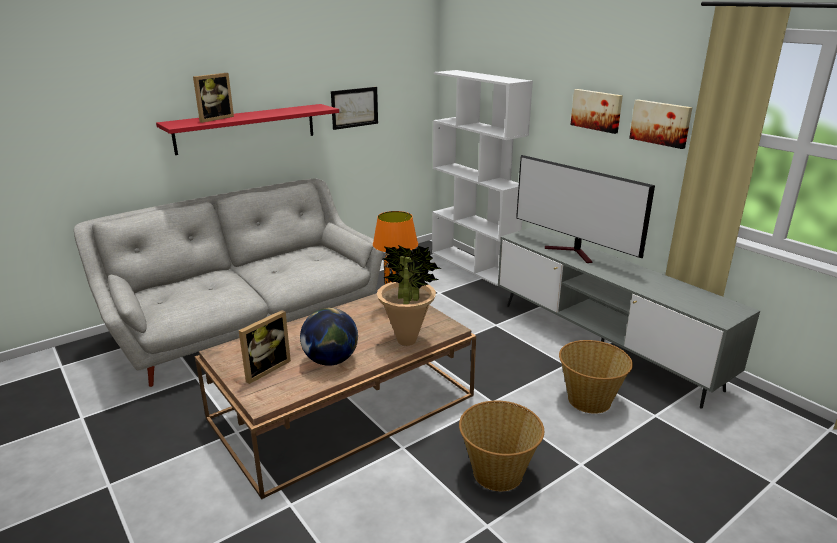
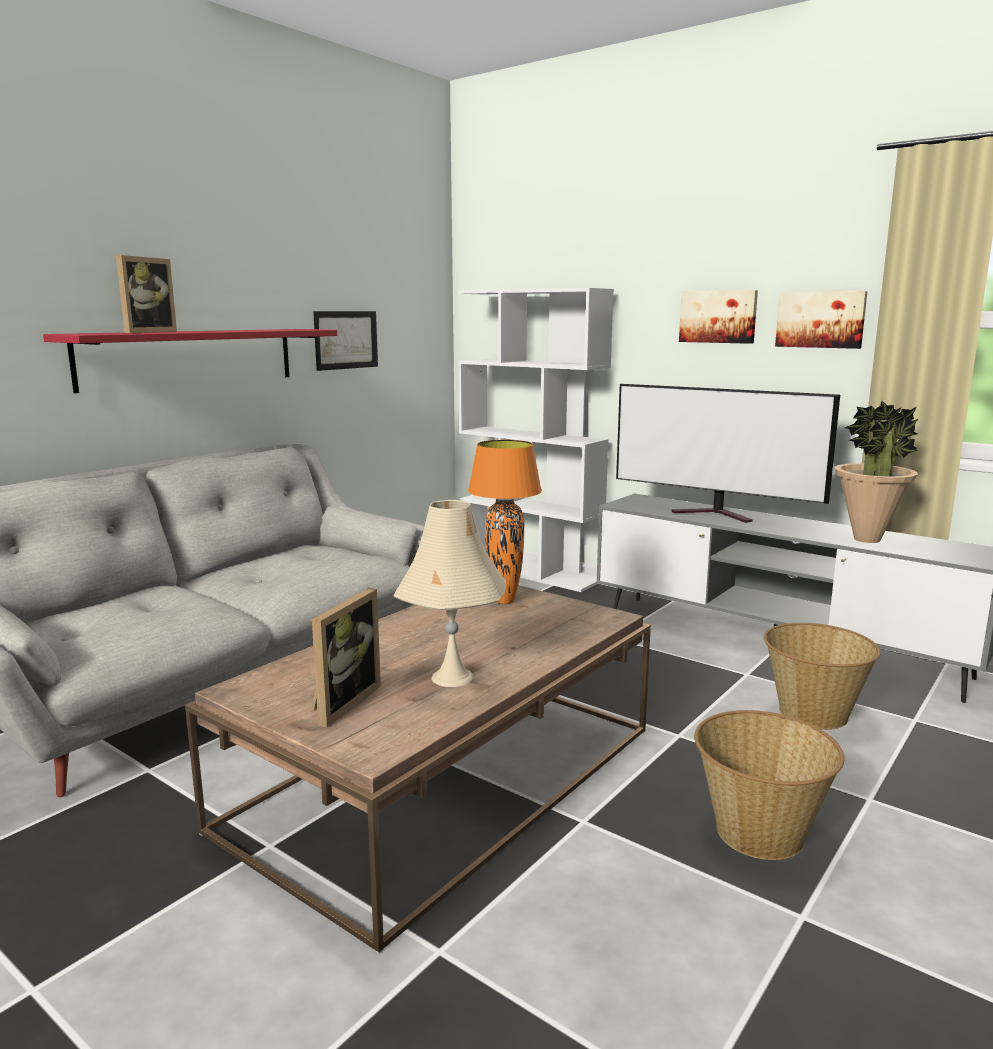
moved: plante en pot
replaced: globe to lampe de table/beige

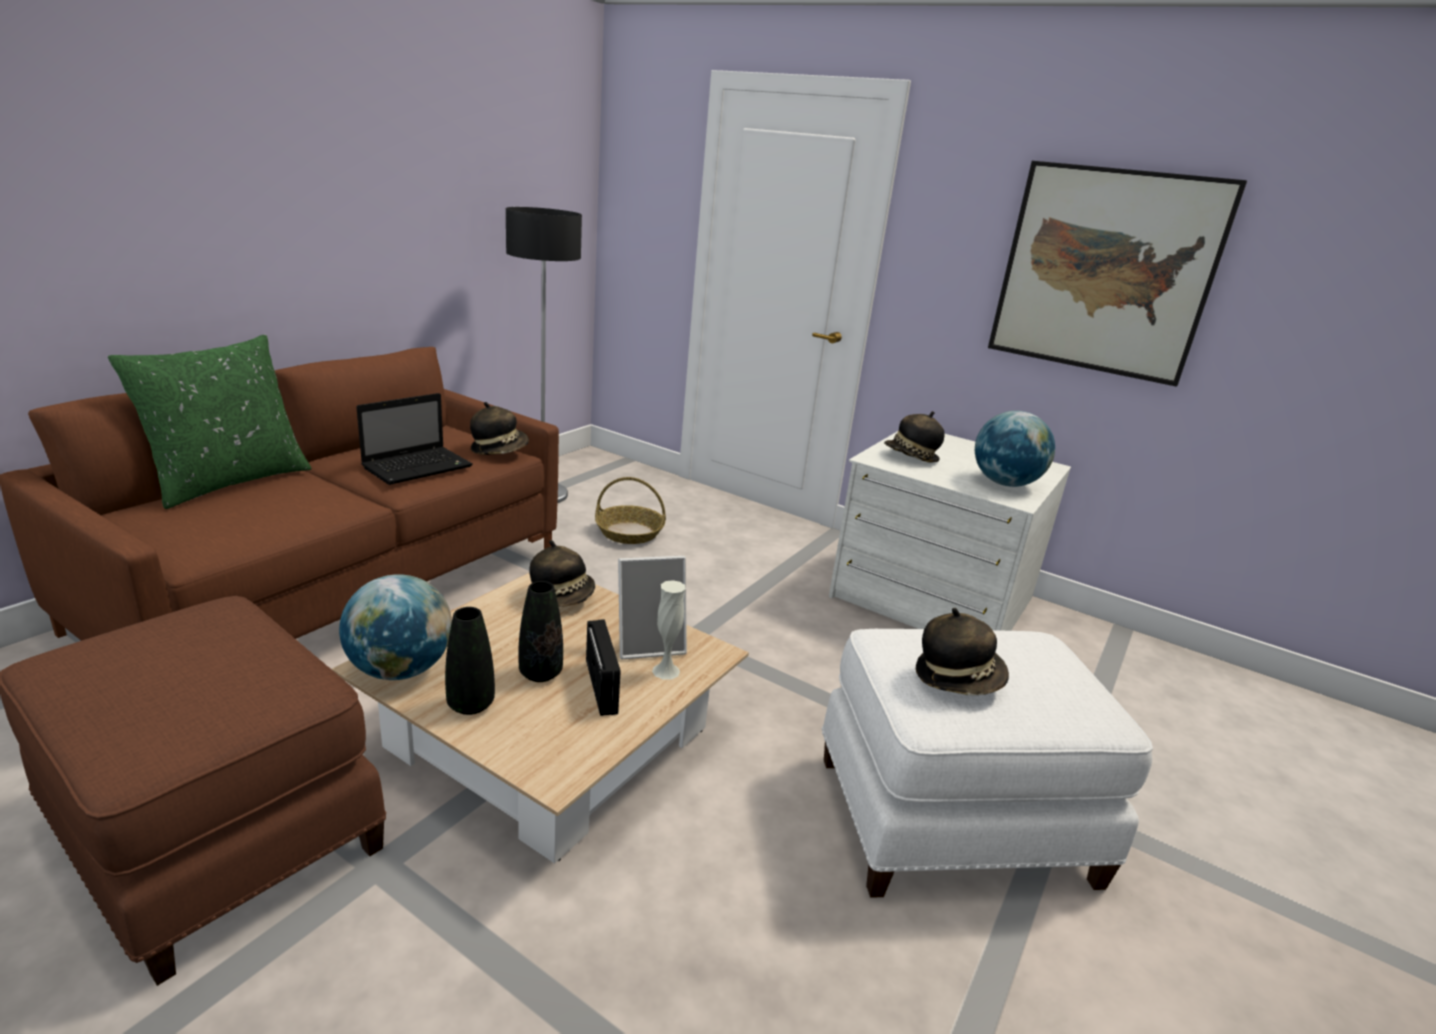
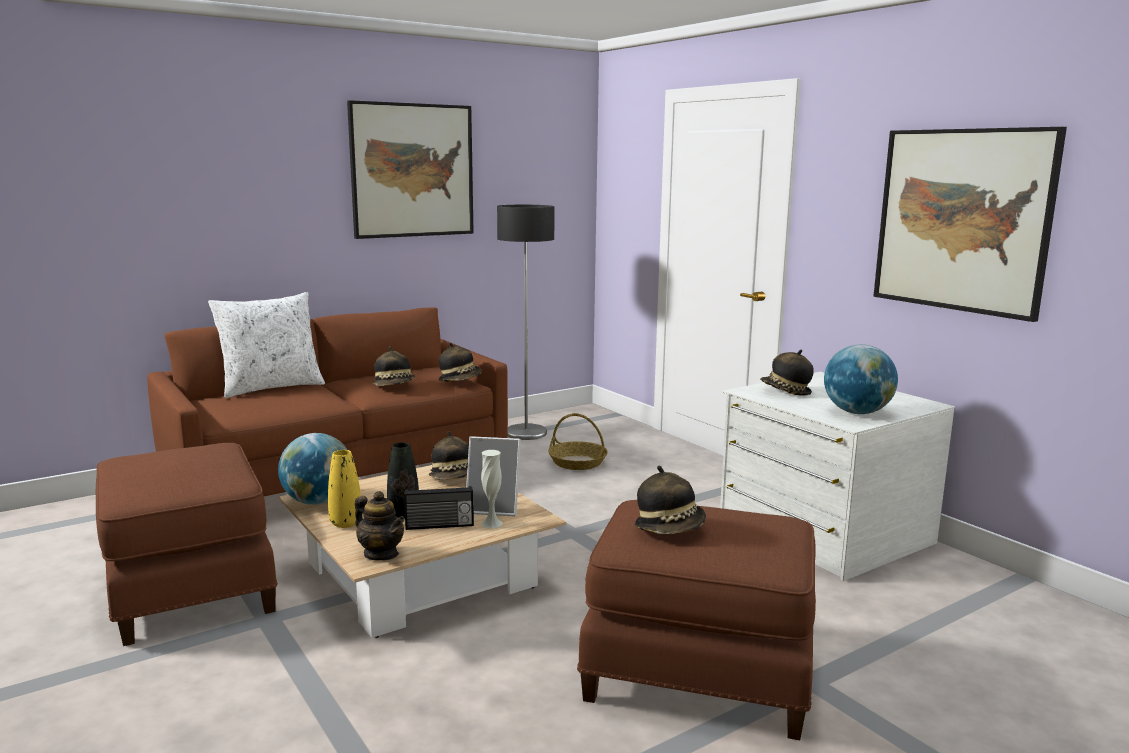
added: tableau (1st from left); théière
replaced: ordinateur portable to chapeau (1st from left)
recoloured: coussin/vert to coussin/blanc; vase/noir (1st from left) to vase/jaune; pouf/blanc to pouf/marron (2nd from left)
turned: radio 75 degrees clockwise

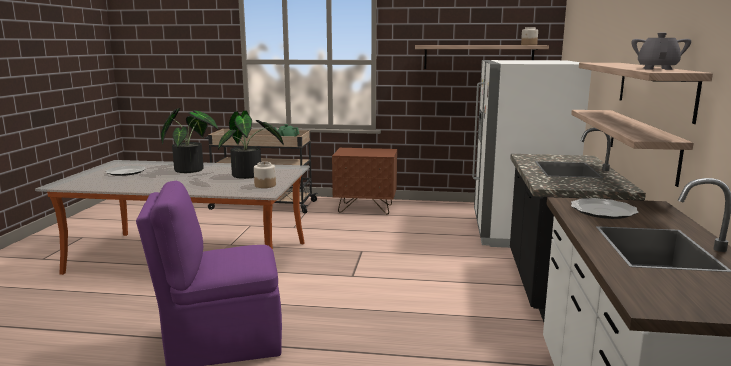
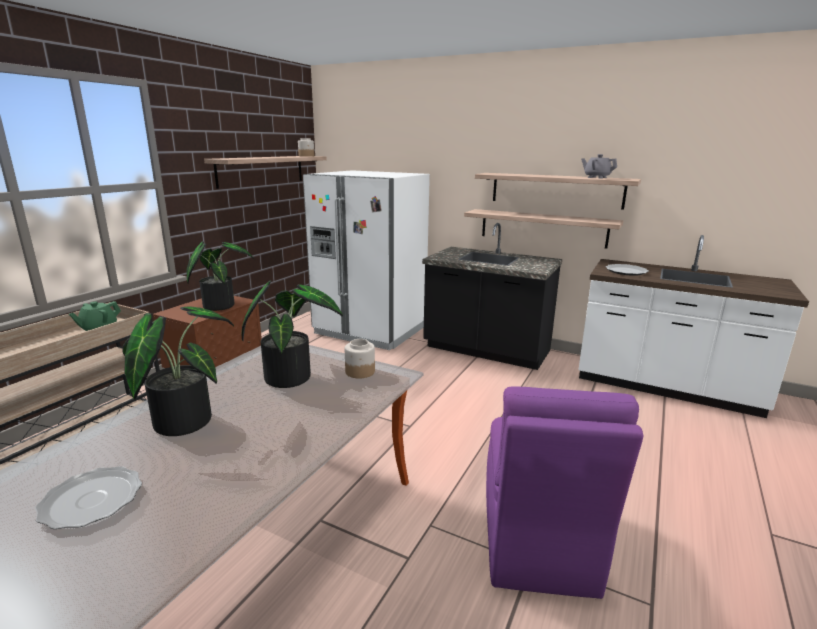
added: plante en pot (2nd from left)

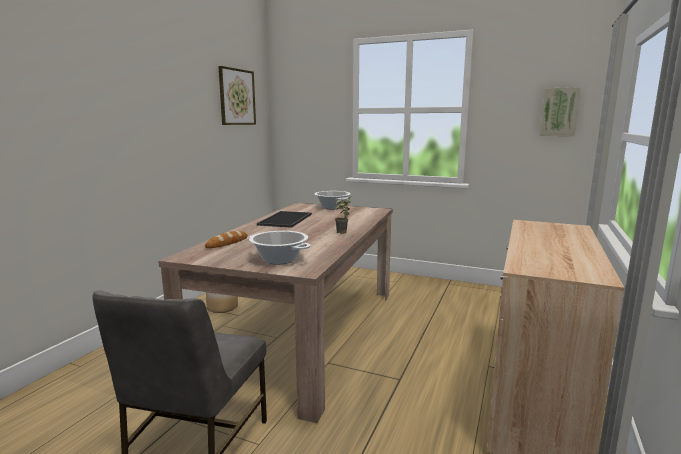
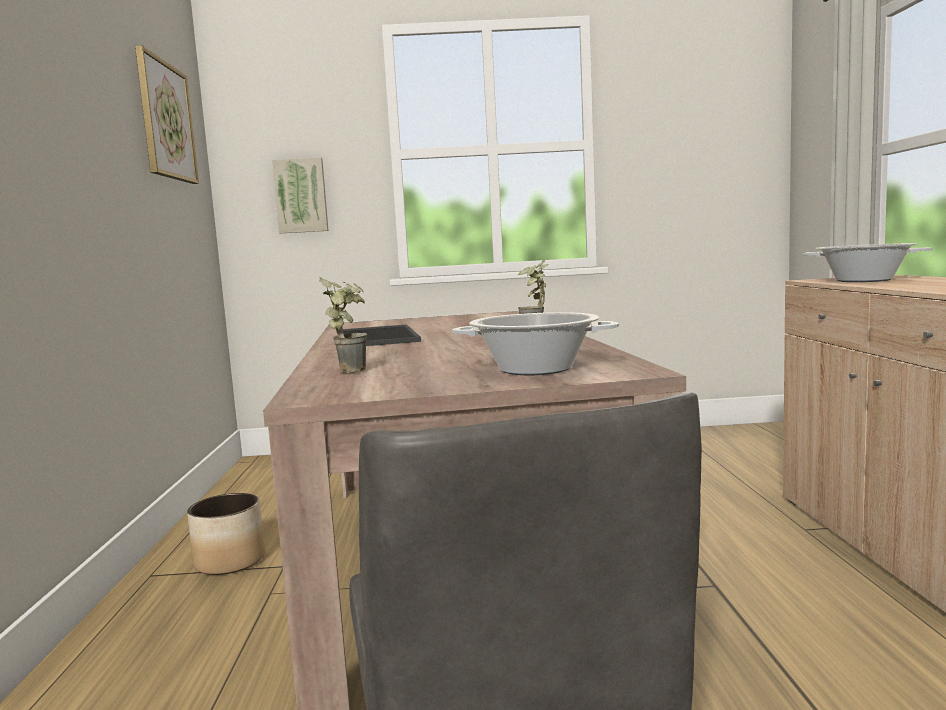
moved: marmite (2nd from left); tableau (2nd from left)
replaced: pain to plante en pot (1st from left)

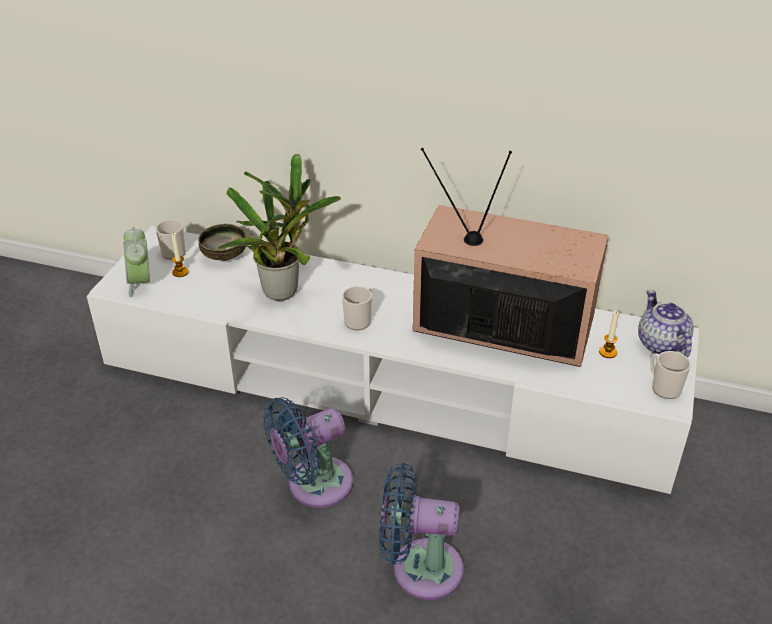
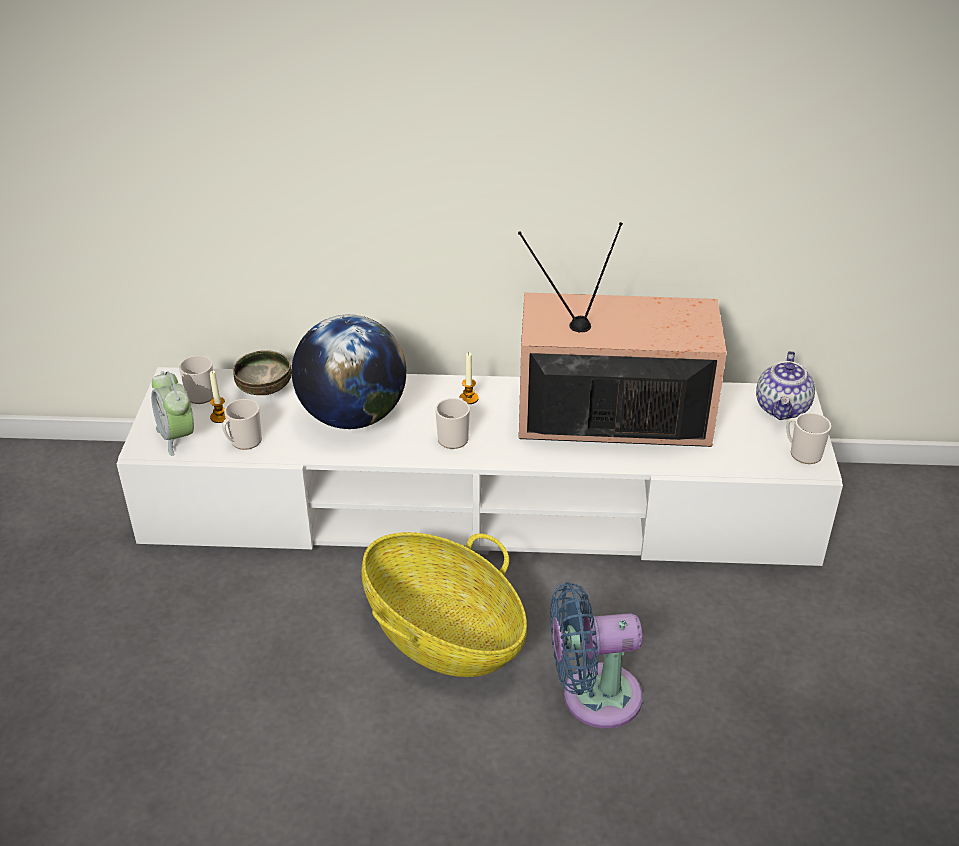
added: mug (2nd from left)
moved: bougie (2nd from left)
replaced: plante en pot to globe; ventilateur/bleu (1st from left) to panier
turned: théière 135 degrees counterclockwise

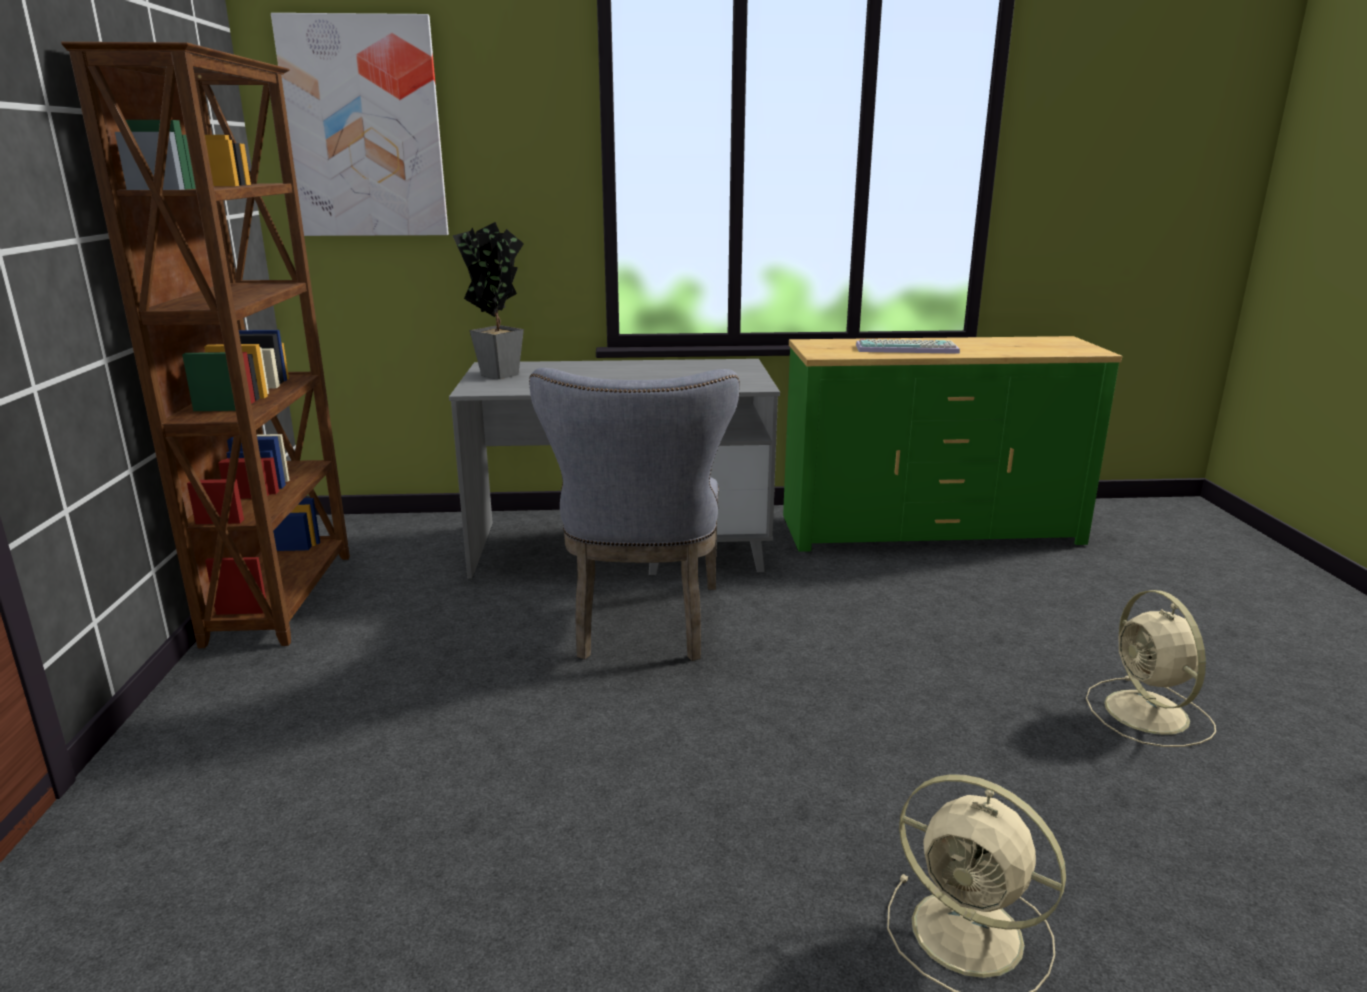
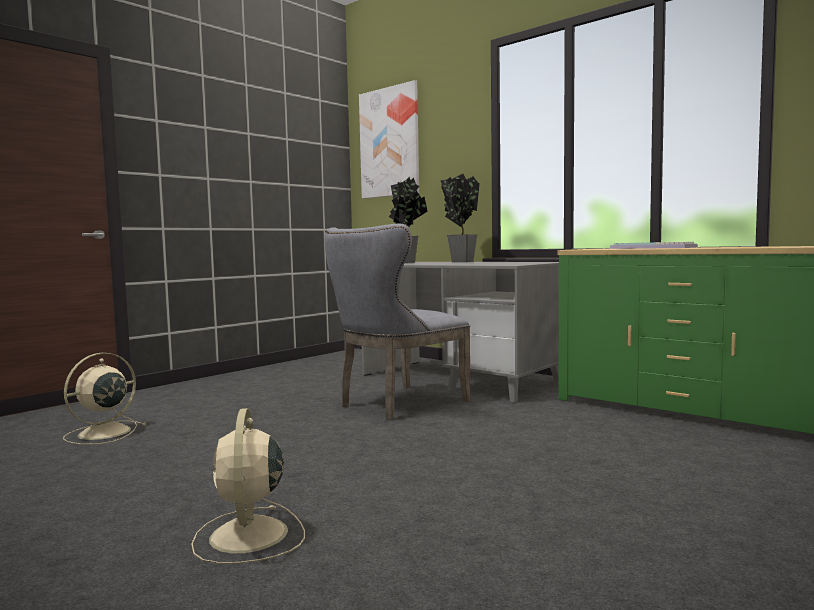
removed: bibliothèque/marron
added: plante en pot (2nd from left)
moved: ventilateur/beige (2nd from left in the first image) to ventilateur/beige (1st from left)

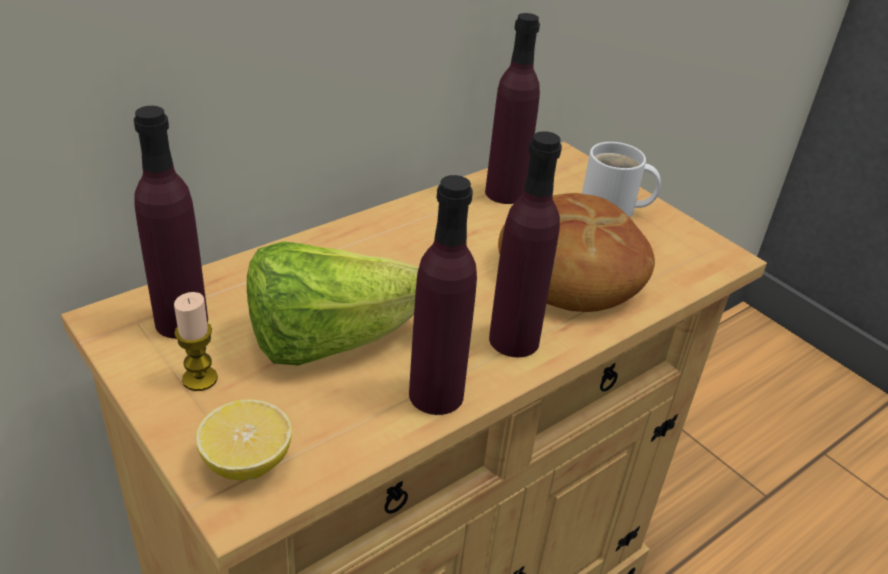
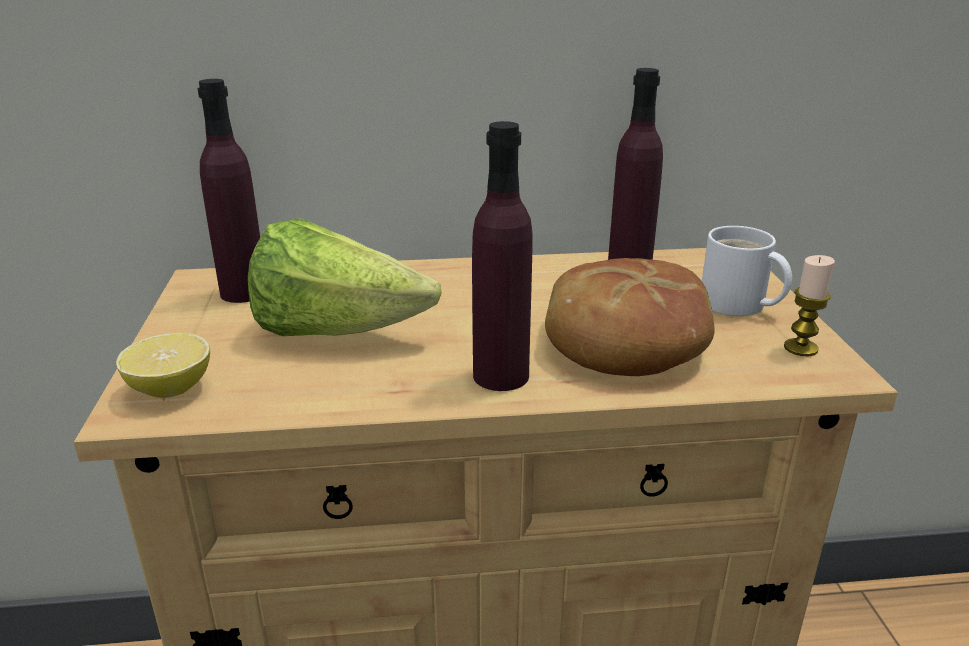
removed: bouteille/violet (2nd from left)
moved: bougie

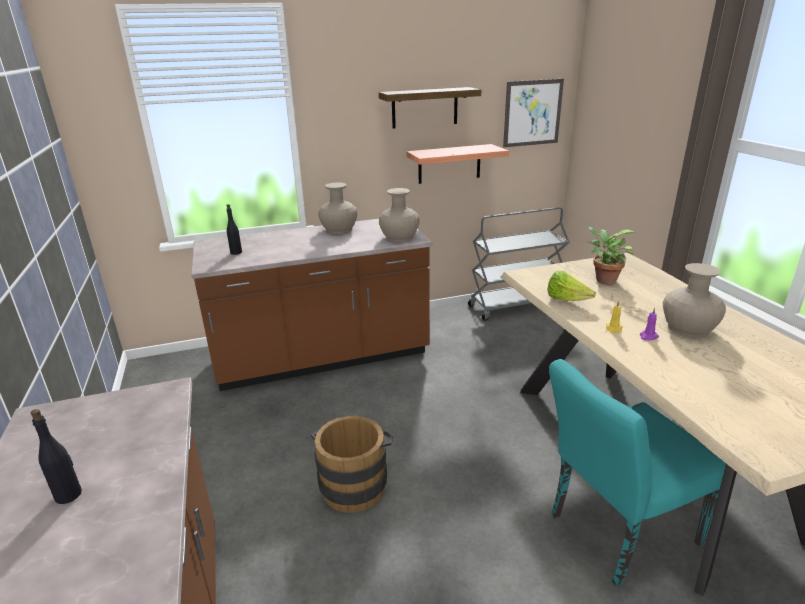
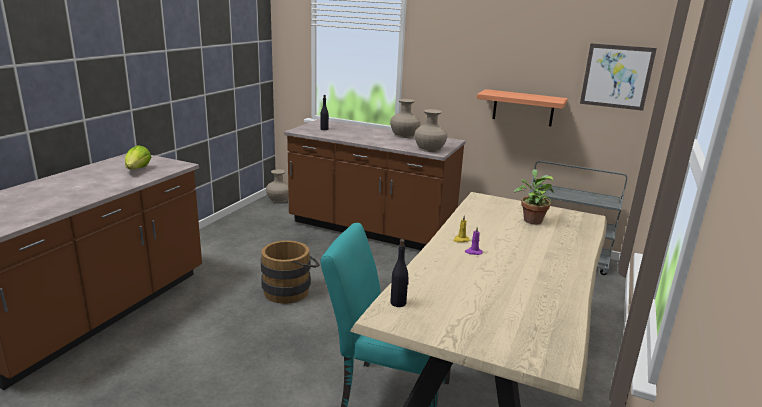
removed: étagère (1st from left)
moved: bouteille/noir (1st from left in the first image) to bouteille/noir (2nd from left); laitue; vase/beige (3rd from left in the first image) to vase/beige (1st from left)

